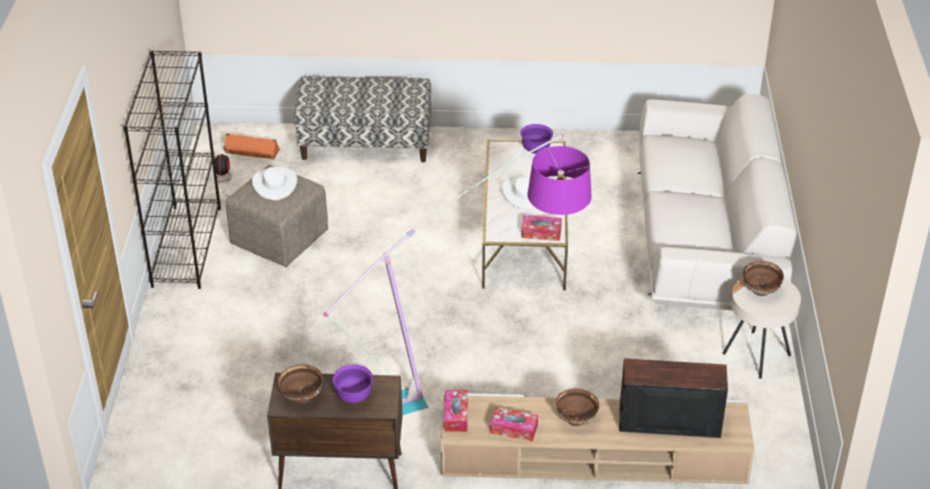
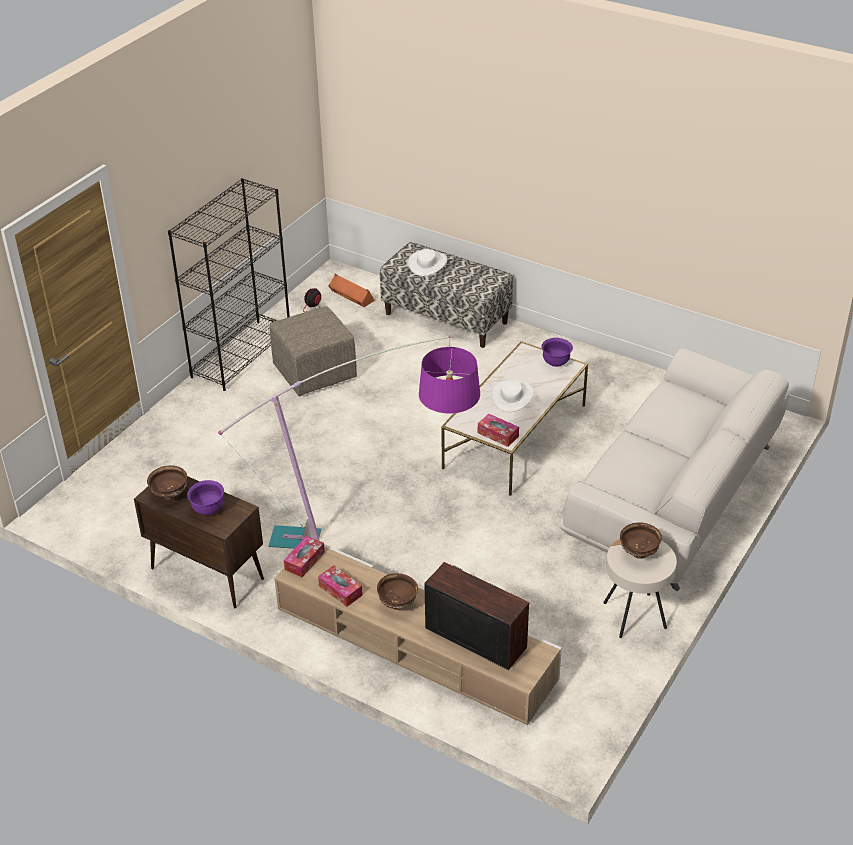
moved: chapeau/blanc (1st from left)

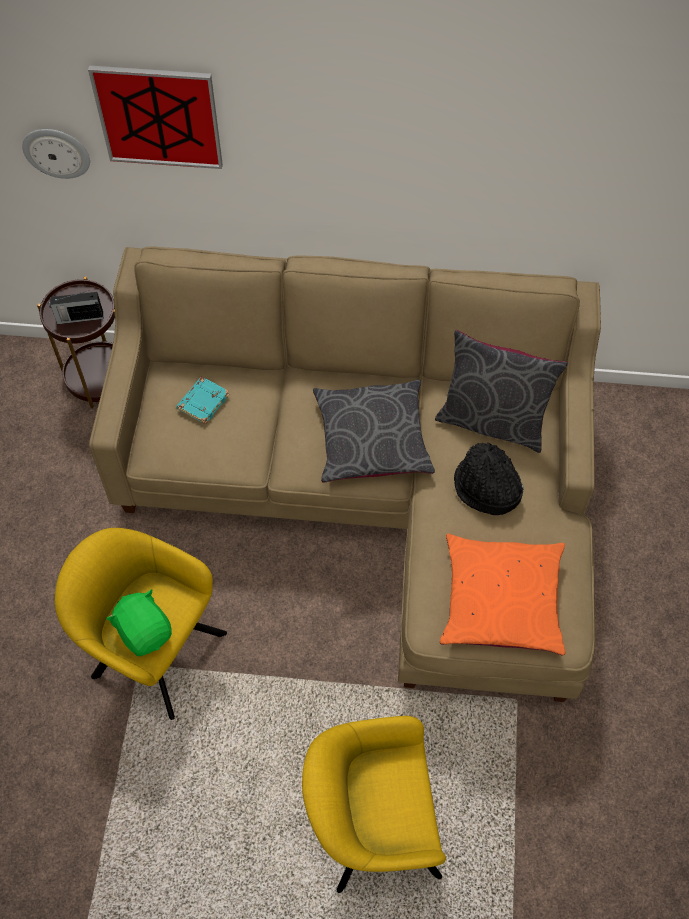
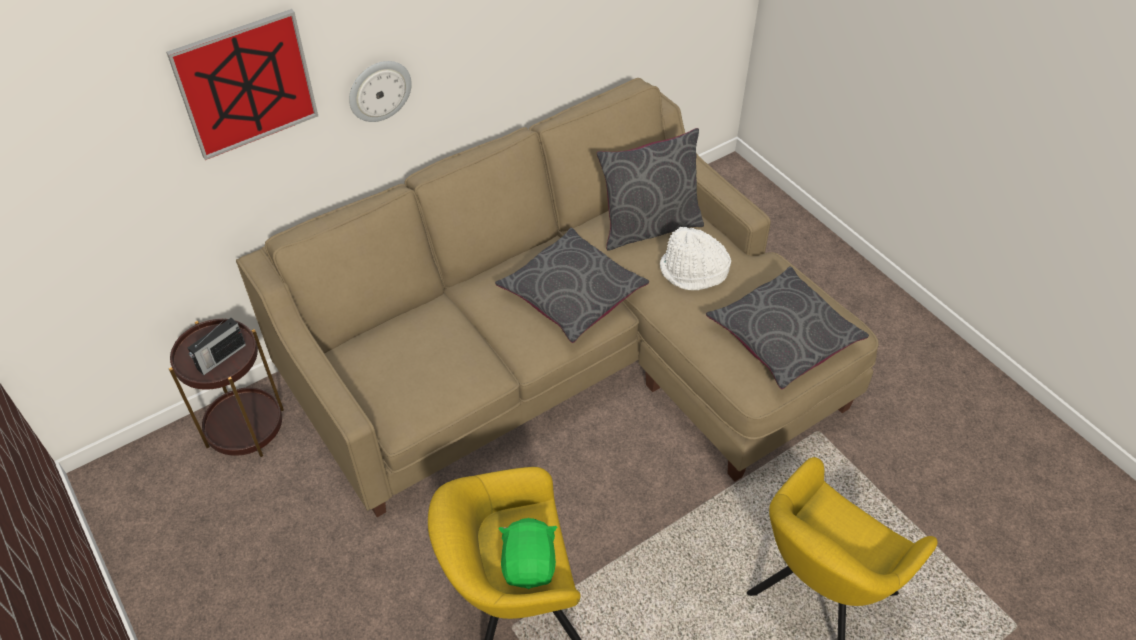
removed: livre/turquoise
moved: horloge murale
recoloured: coussin/orange to coussin/gris (3rd from left); chapeau/noir to chapeau/blanc
turned: peluche/vert 75 degrees clockwise

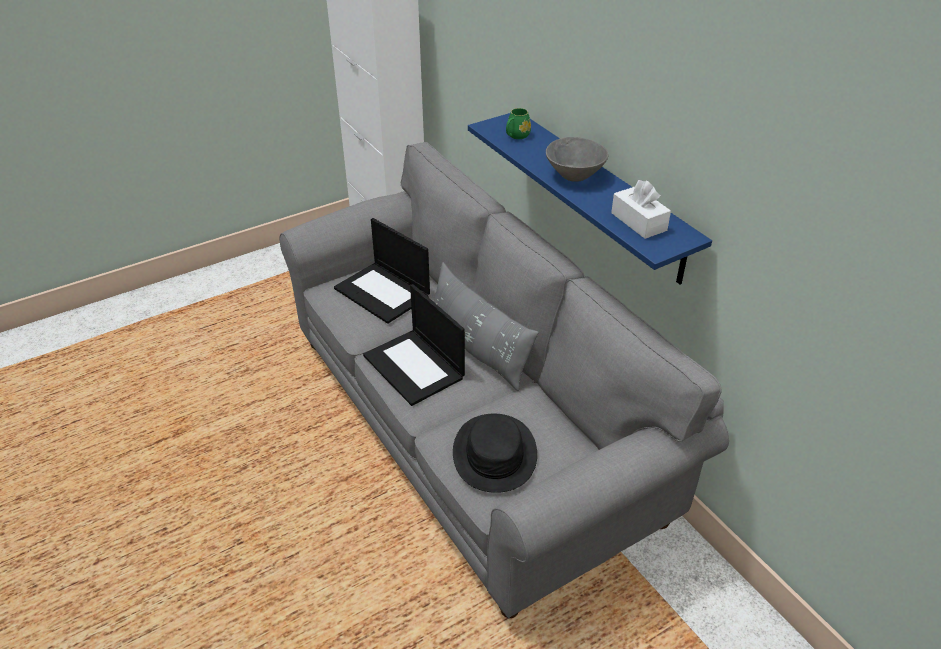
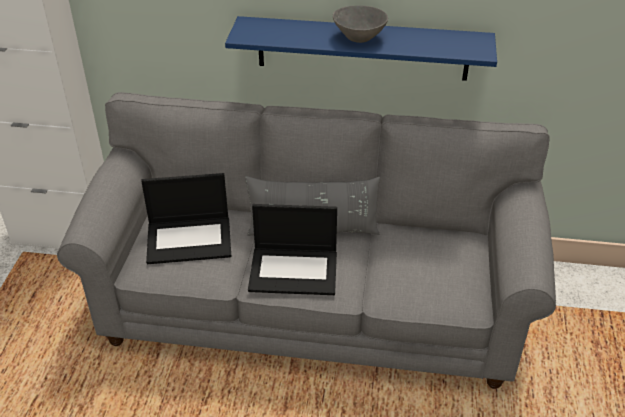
removed: chapeau/noir; mug/vert; boîte à mouchoirs/blanc

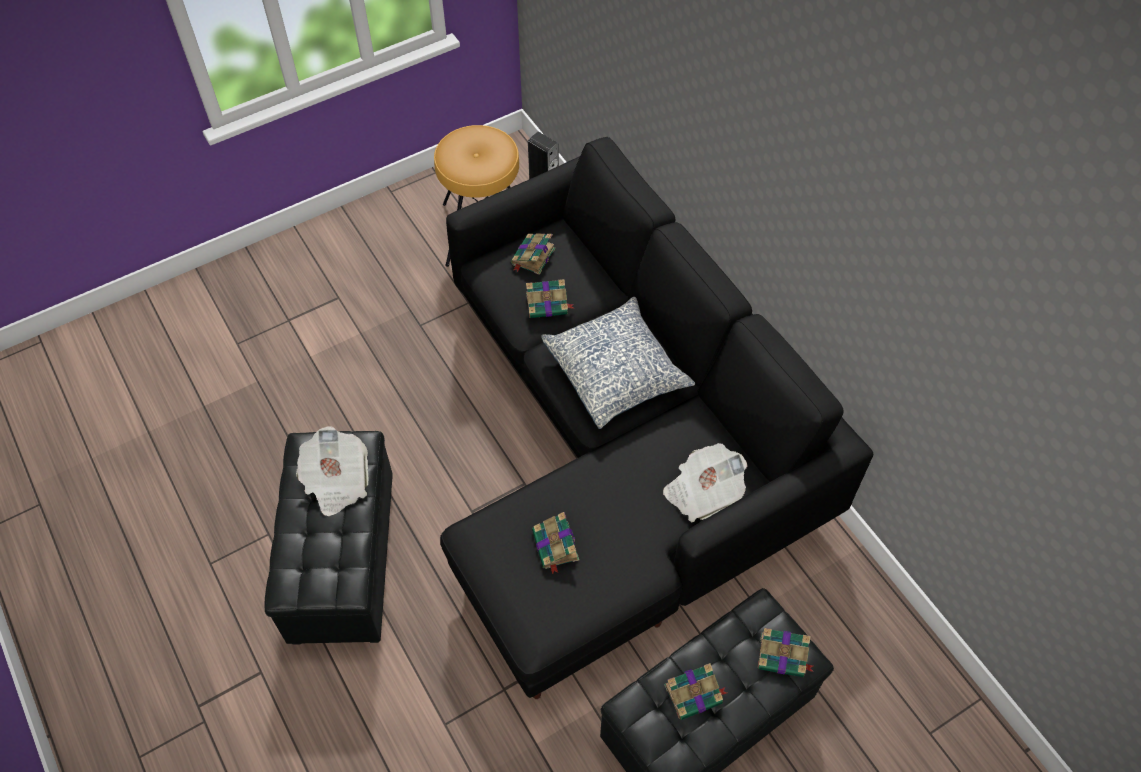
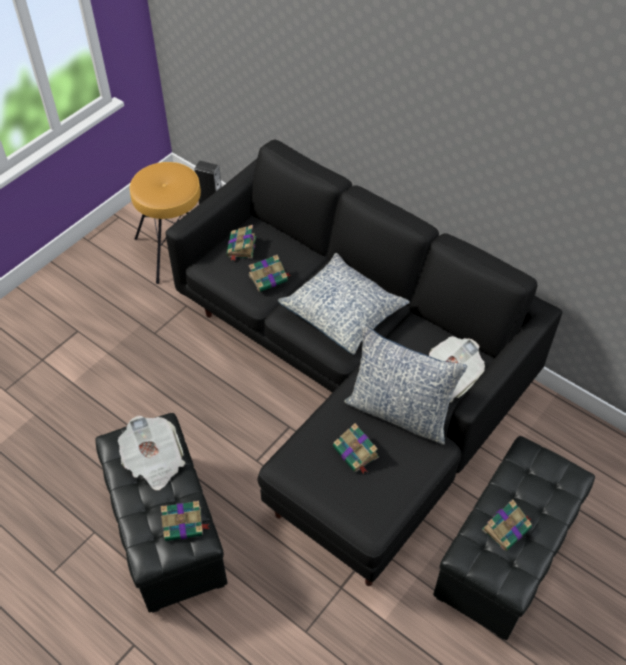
added: coussin (2nd from left)
moved: livre (5th from left in the first image) to livre (1st from left)

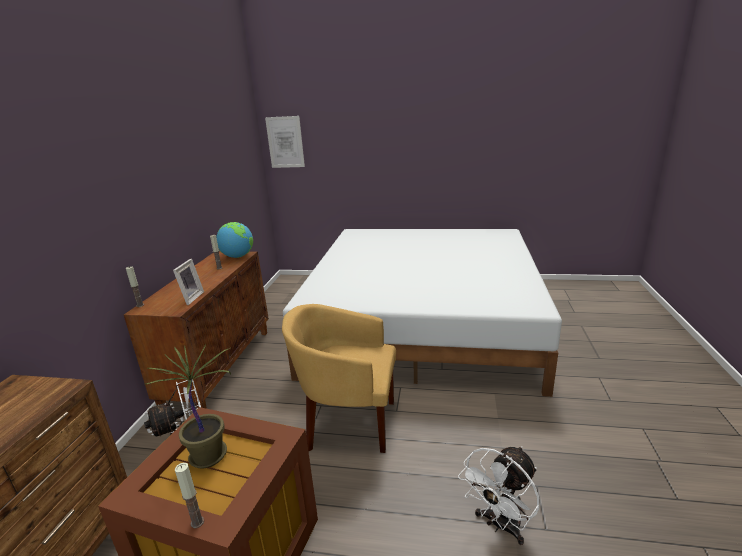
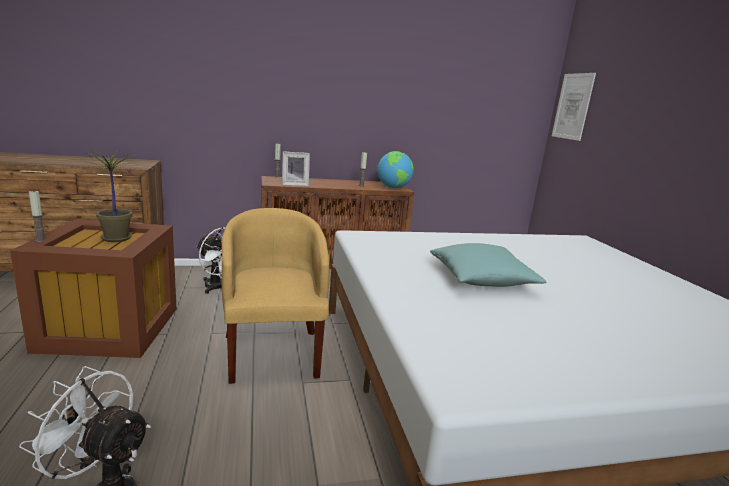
added: coussin/turquoise

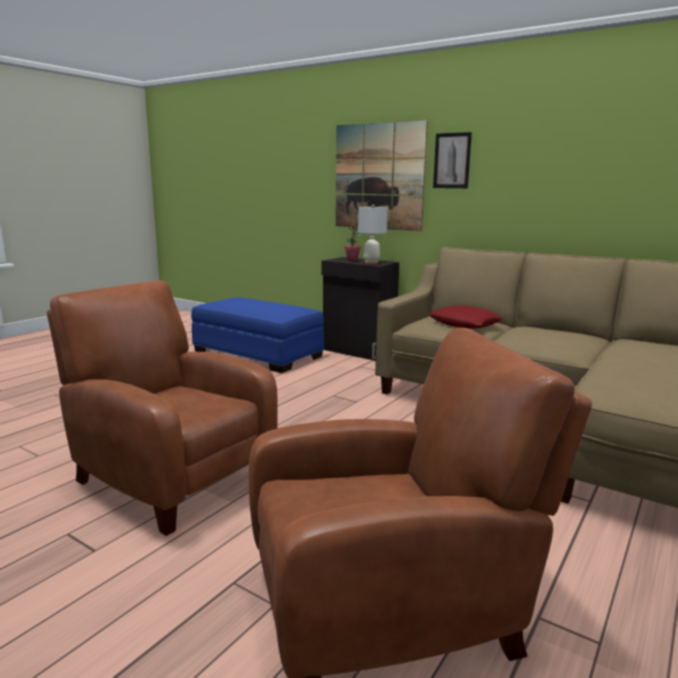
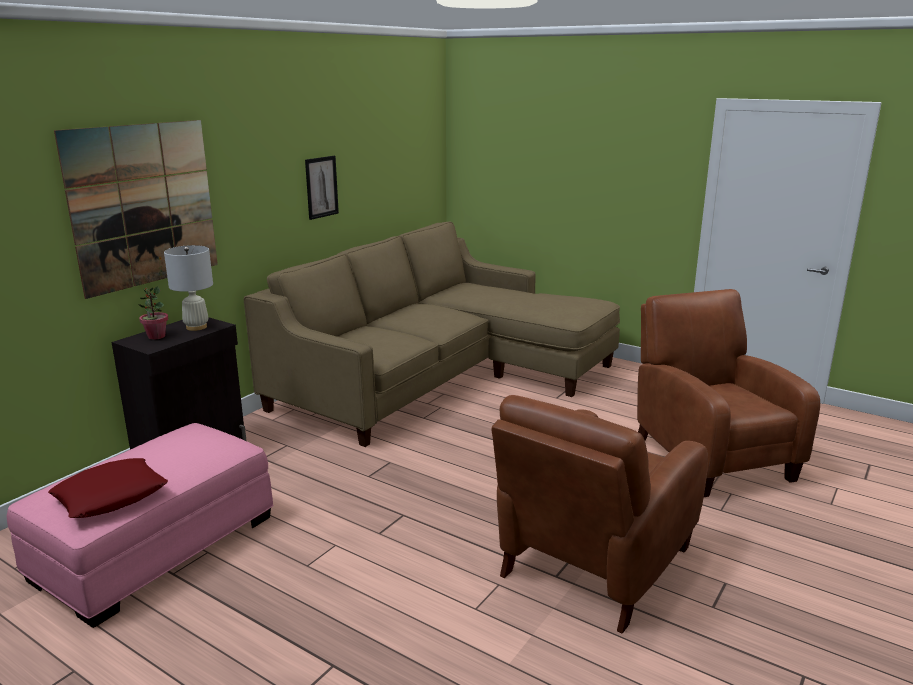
moved: coussin/rouge; tableau (2nd from left)
recoloured: pouf/bleu to pouf/rose

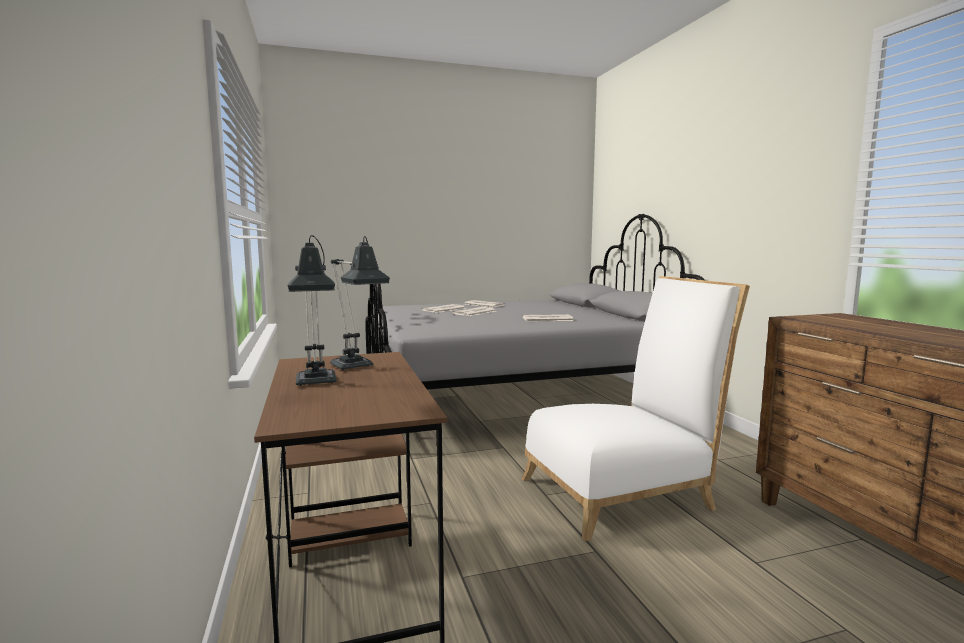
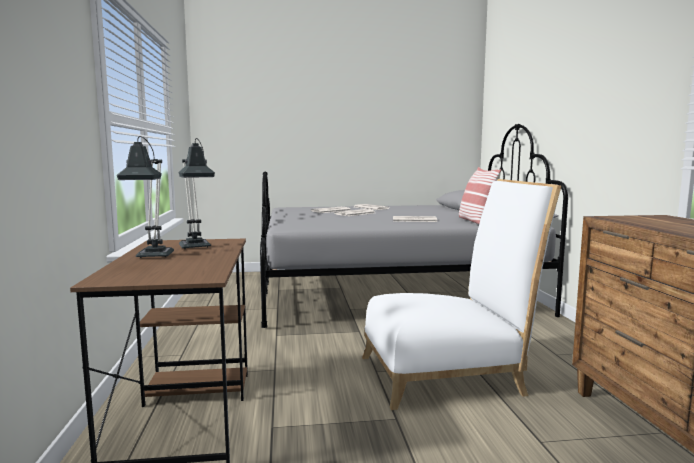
added: coussin

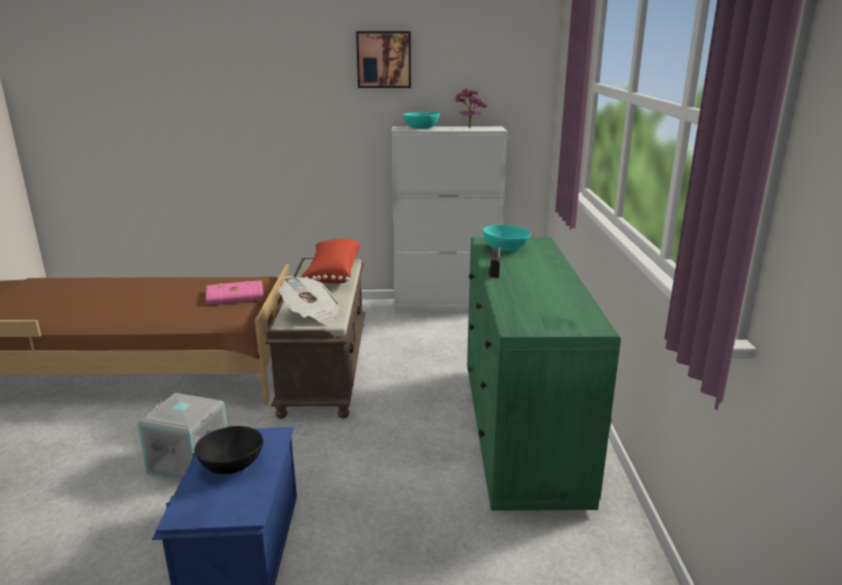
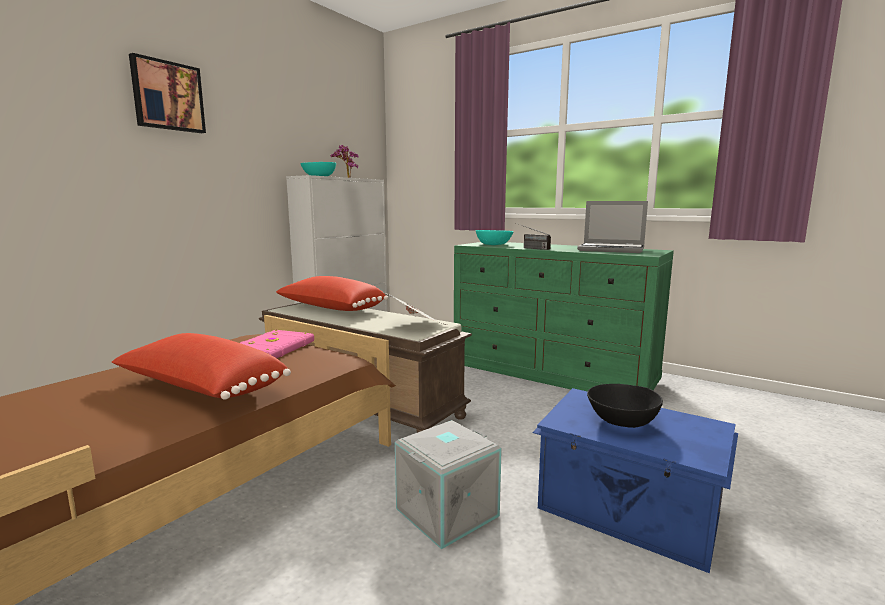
added: coussin/rouge (1st from left); ordinateur portable
moved: tableau

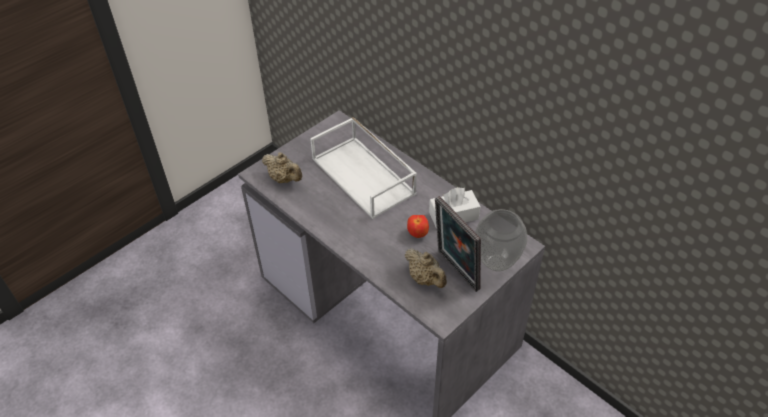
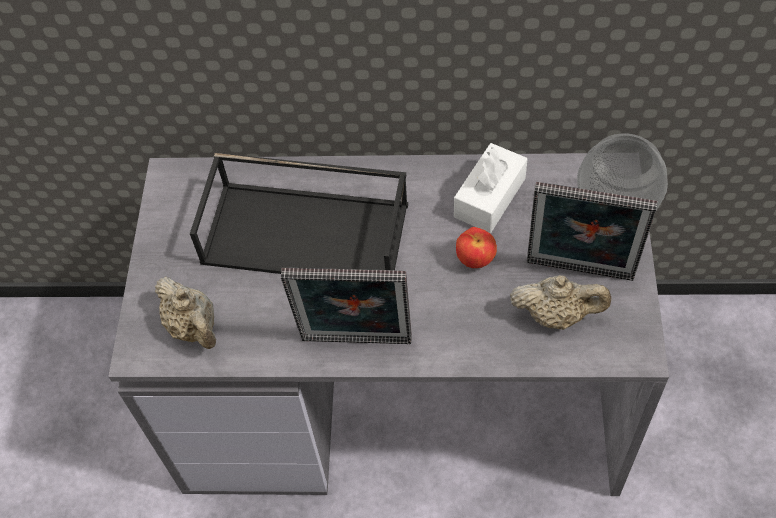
added: cadre photo (1st from left)
recoloured: plateau/blanc to plateau/noir
turned: théière/beige (1st from left) 60 degrees clockwise

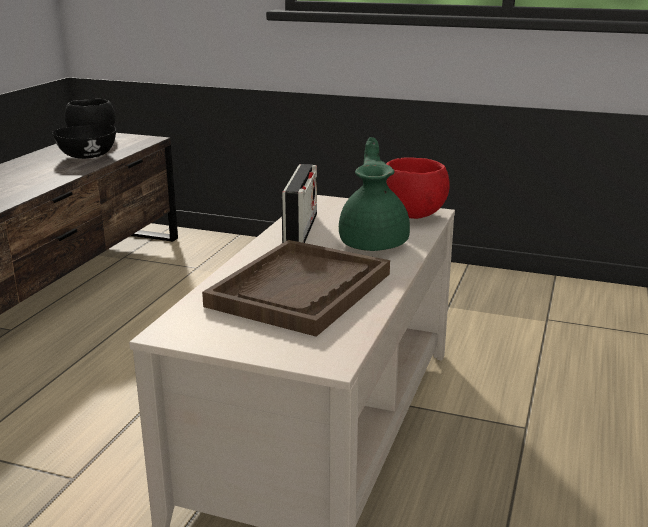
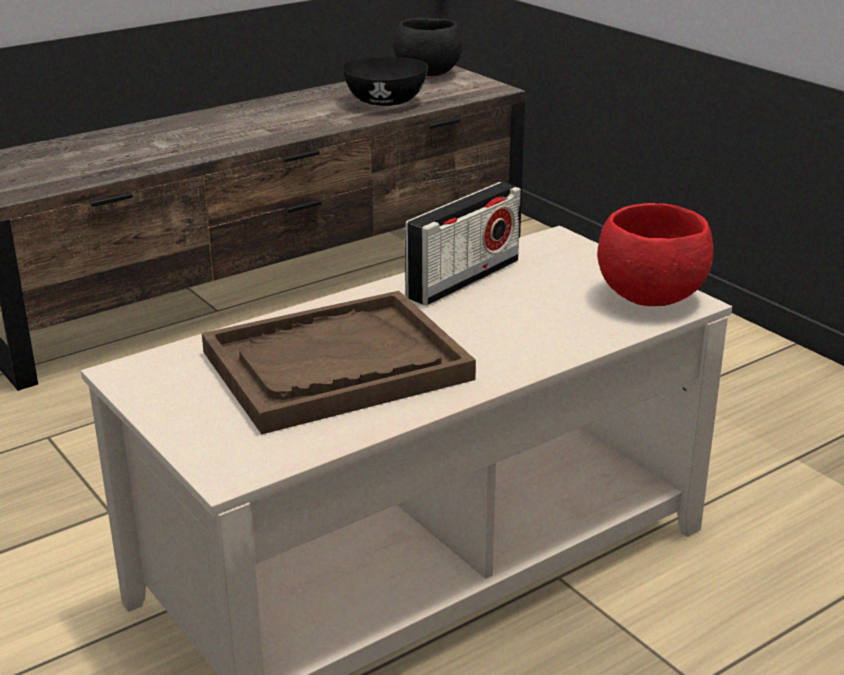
removed: théière/vert

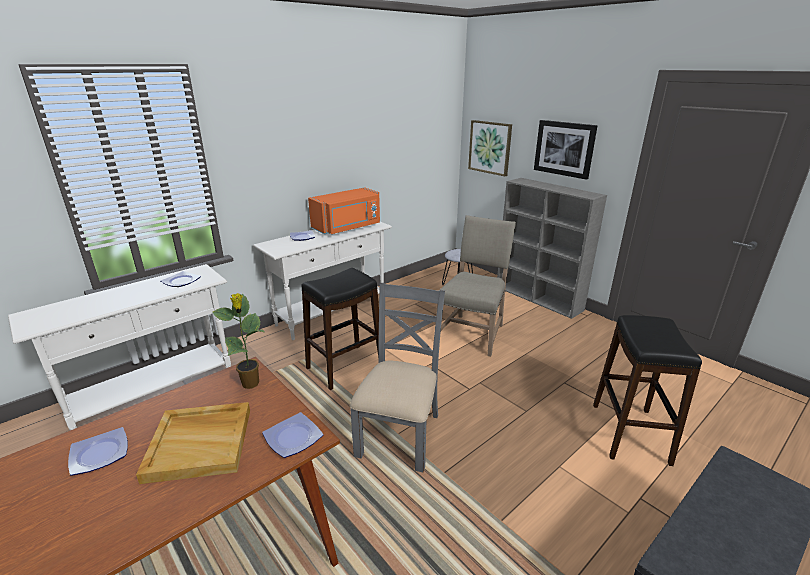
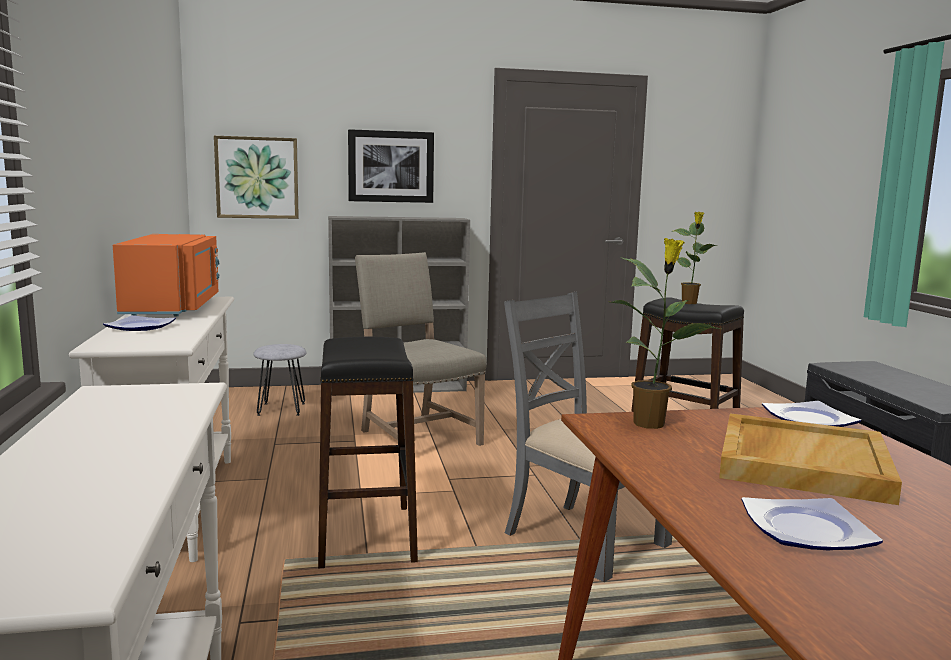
removed: assiette (2nd from left)
added: plante en pot (2nd from left)

